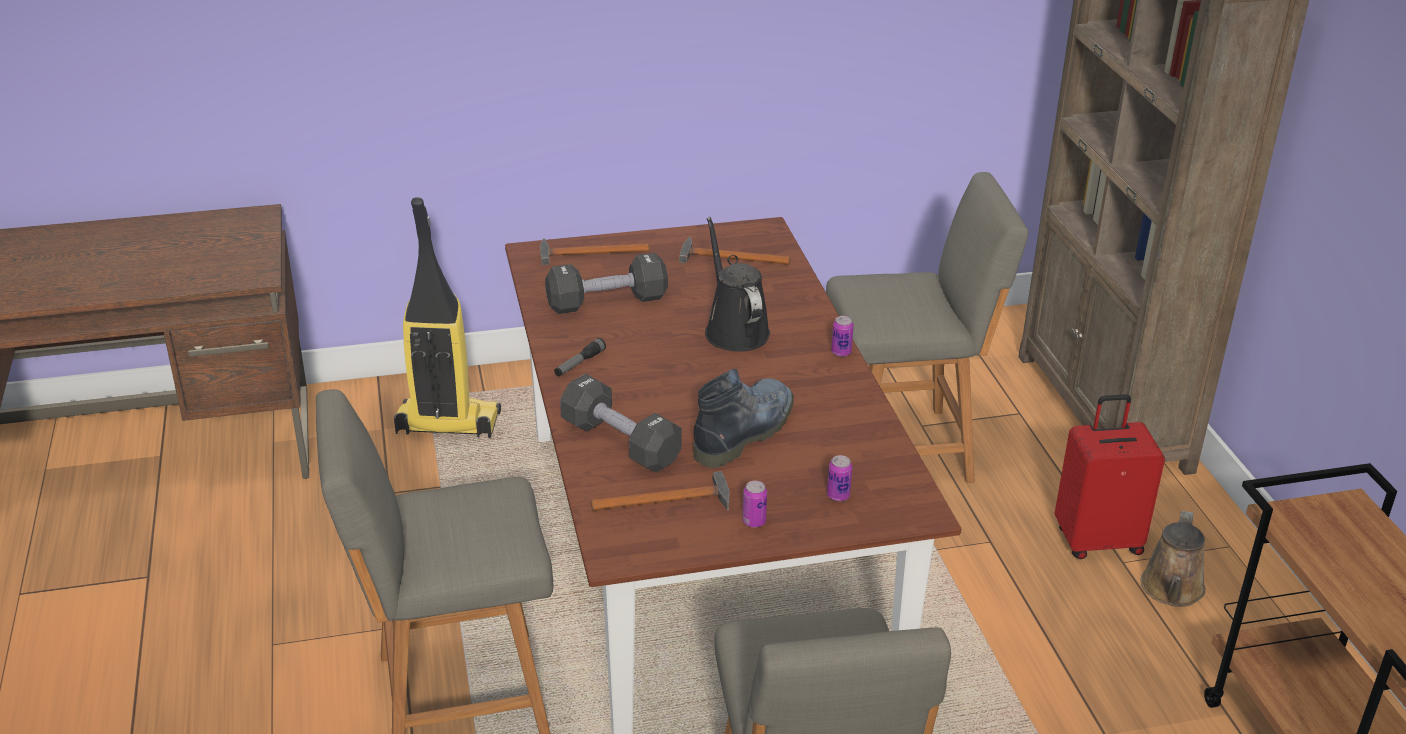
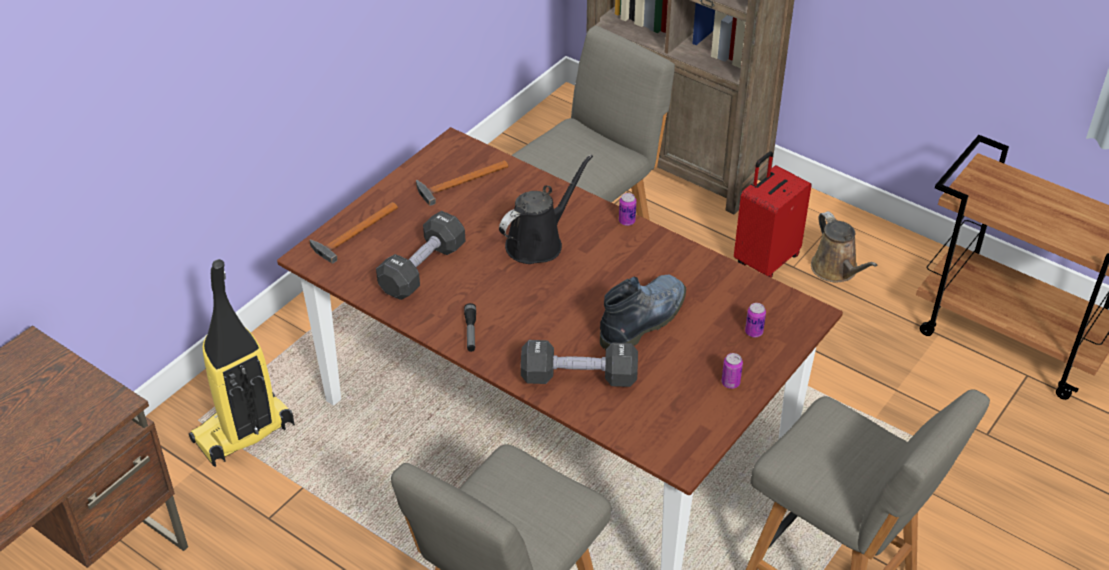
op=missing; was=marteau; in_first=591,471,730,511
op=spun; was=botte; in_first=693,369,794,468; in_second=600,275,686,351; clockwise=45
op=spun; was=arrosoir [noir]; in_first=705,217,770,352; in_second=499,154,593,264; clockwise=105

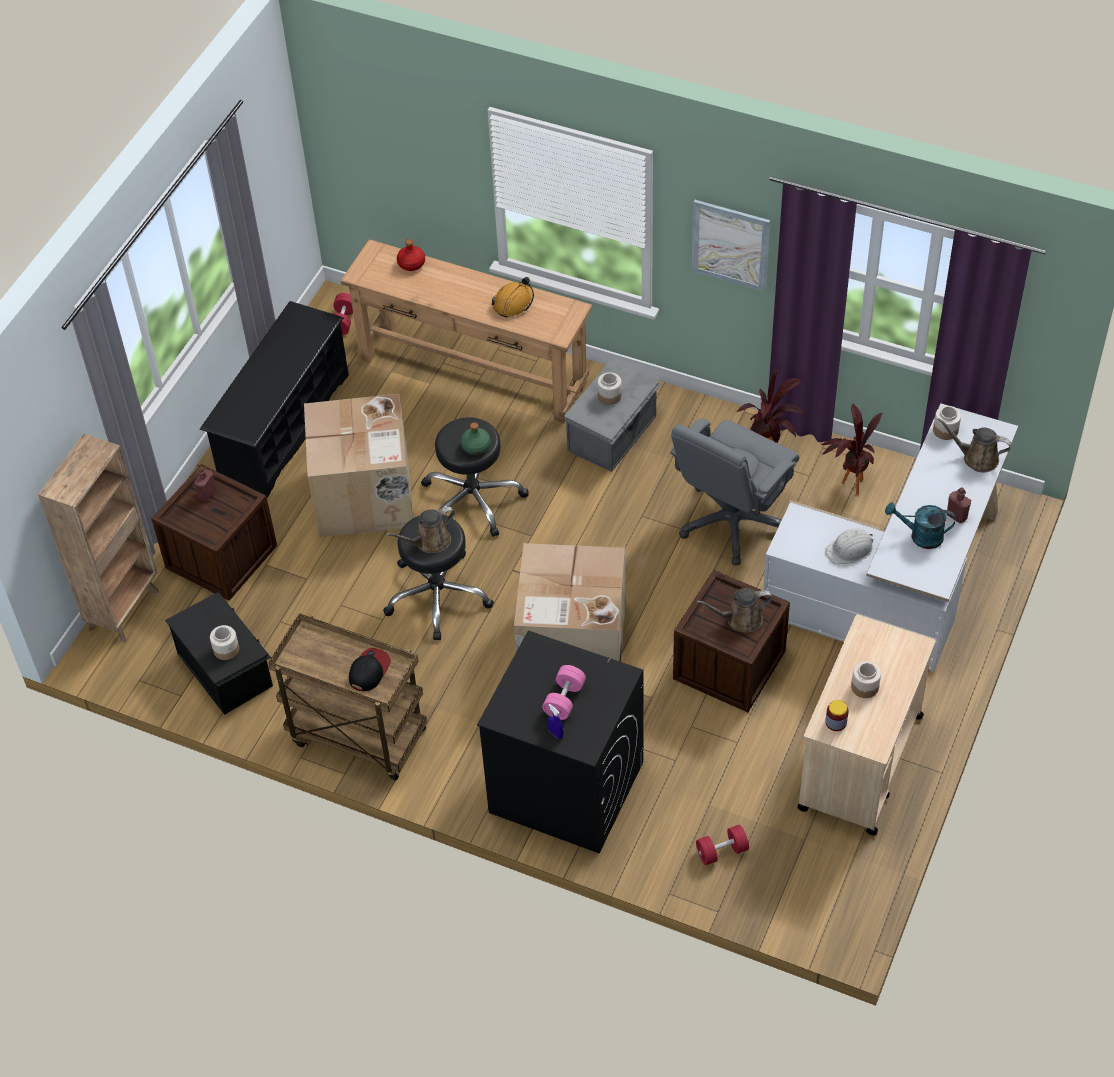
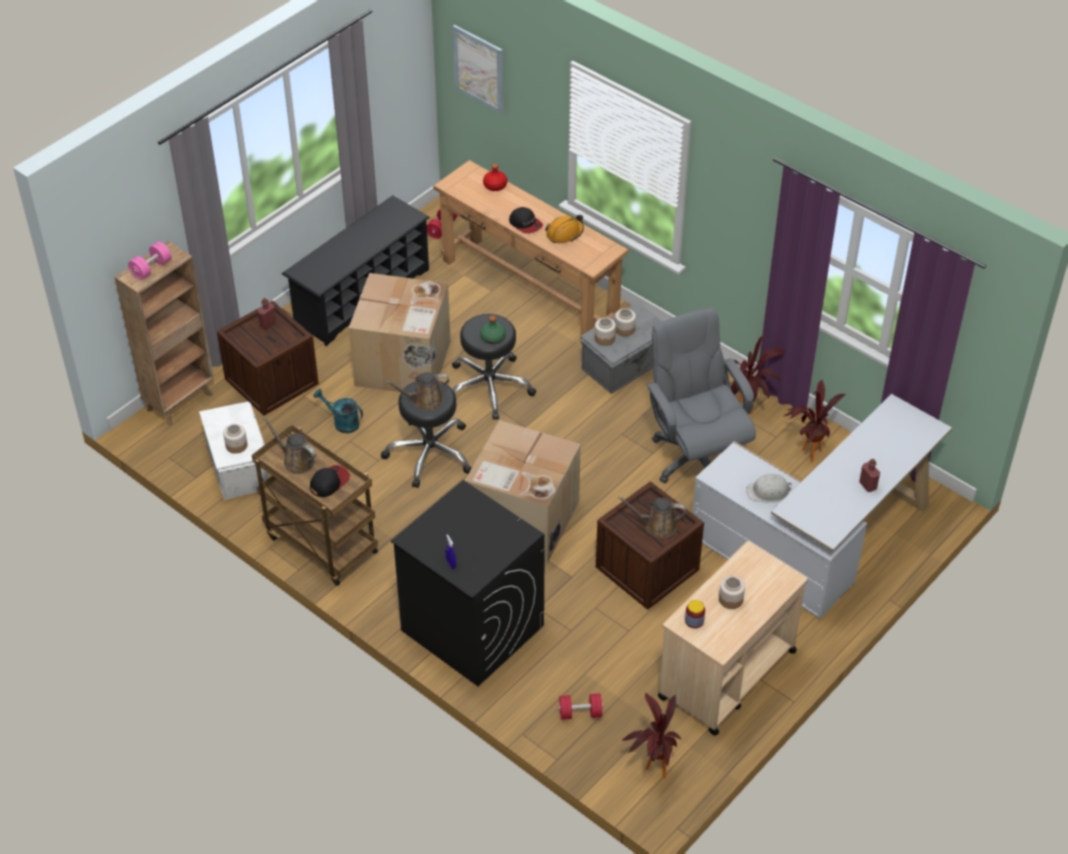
op=colour; was=boîte de rangement [noir]; now=boîte de rangement [blanc]; in_first=165,592,273,715; in_second=199,401,269,500
op=relocated; was=haltère [rose]; in_first=542,665,586,720; in_second=128,241,171,280
op=spun; was=chaise de bureau [gris]; in_first=670,418,800,565; in_second=646,308,756,483; clockwise=105
op=relocated; was=tableau; in_first=692,200,770,292; in_second=453,25,503,114
op=relocated; was=arrosoir [turquoise]; in_first=885,502,955,549; in_second=314,389,363,433
op=relocated; was=bocal; in_first=933,406,961,440; in_second=595,318,616,346
op=relocated; was=arrosoir [marron]; in_first=937,418,1012,472; in_second=262,416,316,474
op=appeared; now=casquette; in_second=509,207,543,234
op=appeared; now=plante en pot; in_second=621,693,681,779

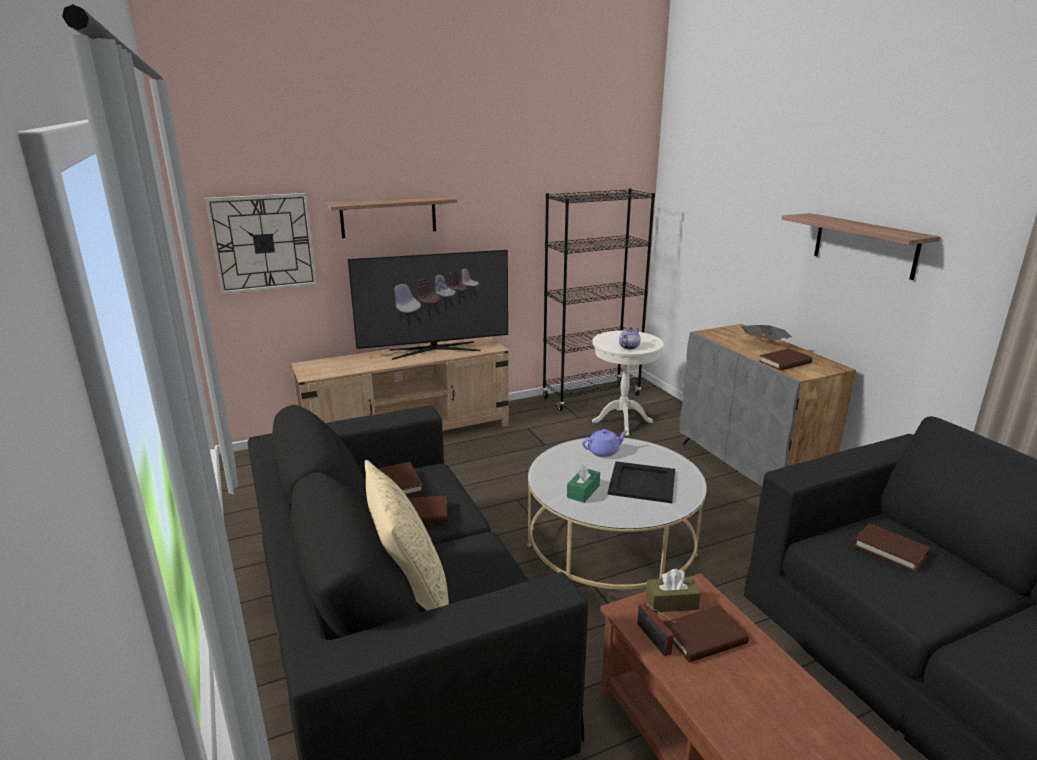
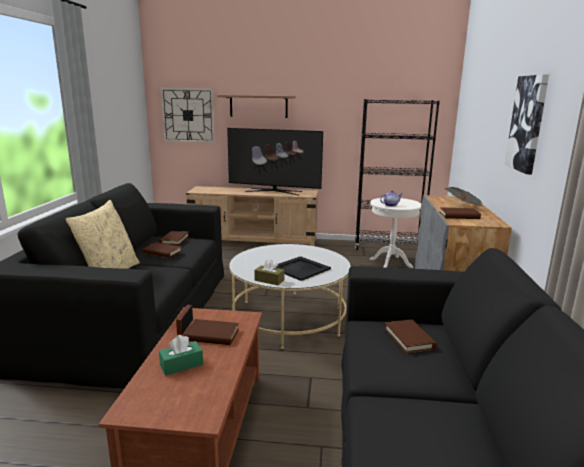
op=relocated; was=boîte à mouchoirs [vert]; in_first=567,463,600,503; in_second=159,335,203,375
op=missing; was=théière [violet]; in_first=582,429,628,457
op=relocated; was=boîte à mouchoirs [marron]; in_first=646,569,701,613; in_second=254,259,284,285
op=exchanged; was=étagère; now=tableau; in_first=781,213,941,280; in_second=505,74,549,174

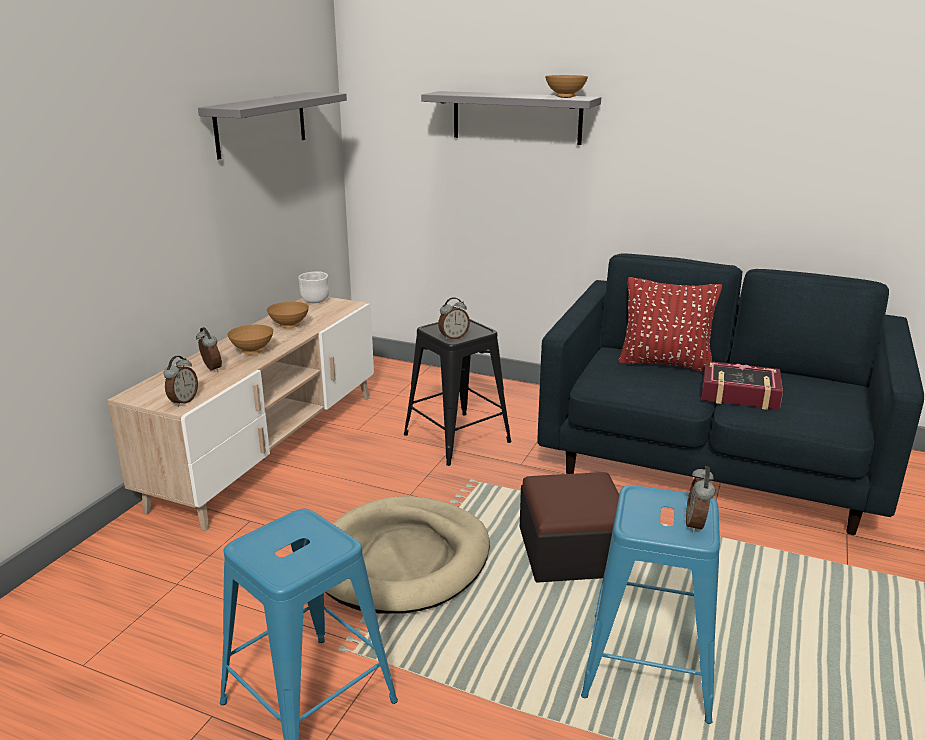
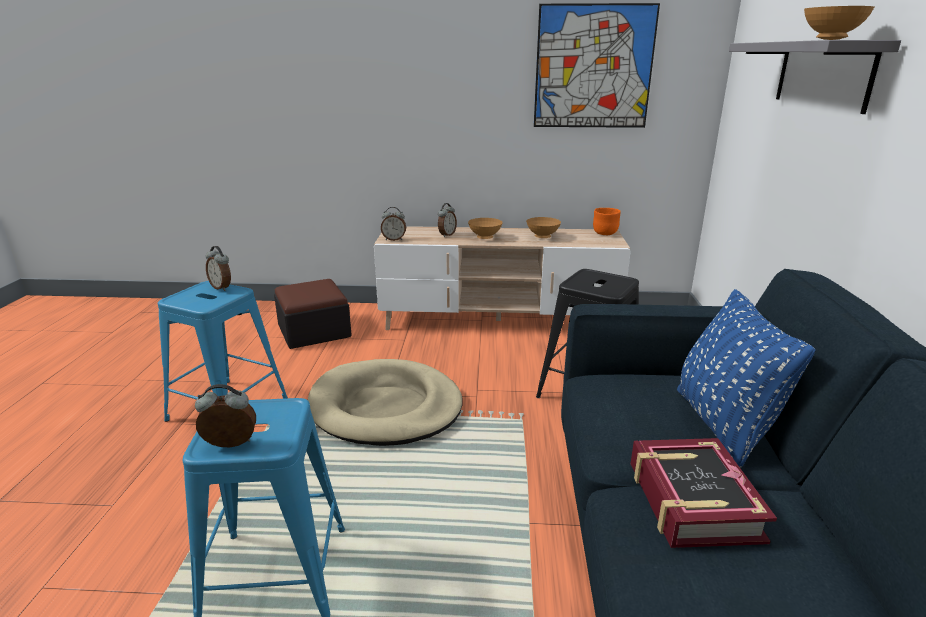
op=exchanged; was=étagère [gris]; now=tableau; in_first=198,92,347,160; in_second=534,3,660,128
op=colour; was=bol [blanc]; now=bol [orange]; in_first=298,271,329,303; in_second=593,208,621,235
op=relocated; was=réveil; in_first=438,297,470,340; in_second=205,246,231,291
op=relocated; was=pouf; in_first=520,472,619,583; in_second=274,279,352,349
op=colour; was=coussin [rouge]; now=coussin [bleu]; in_first=618,277,722,373; in_second=677,289,816,468

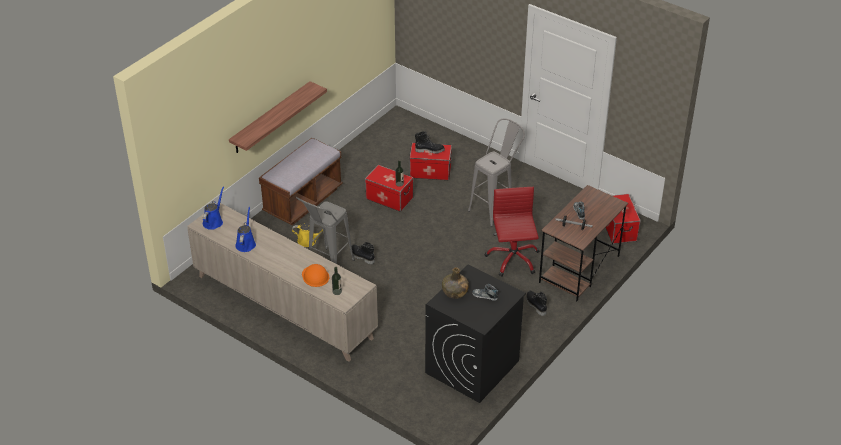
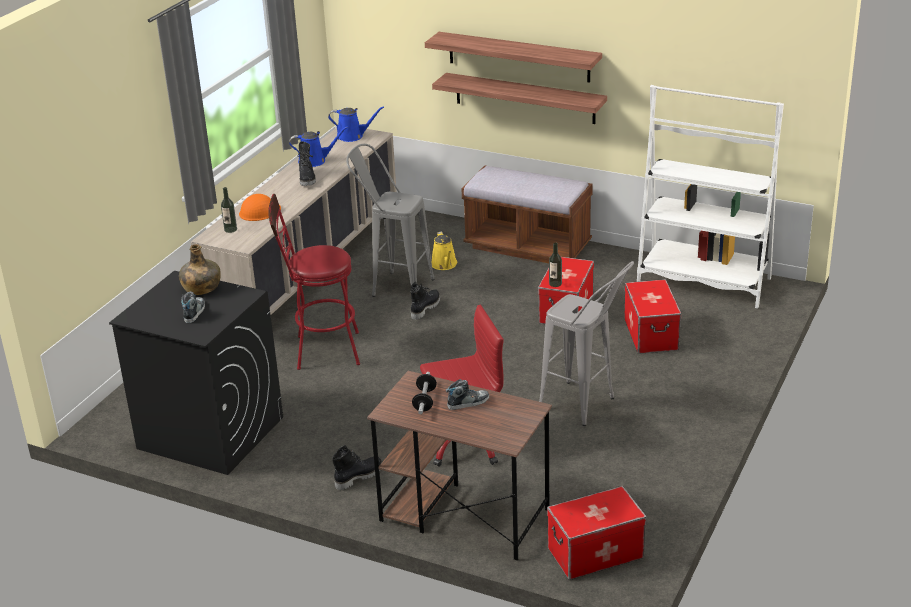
op=relocated; was=botte [noir]; in_first=415,131,445,154; in_second=297,141,316,186
op=appeared; now=tabouret [rouge]; in_second=268,194,360,370
op=appeared; now=étagère; in_second=425,32,602,83
op=appeared; now=bibliothèque [blanc]; in_second=637,85,784,309

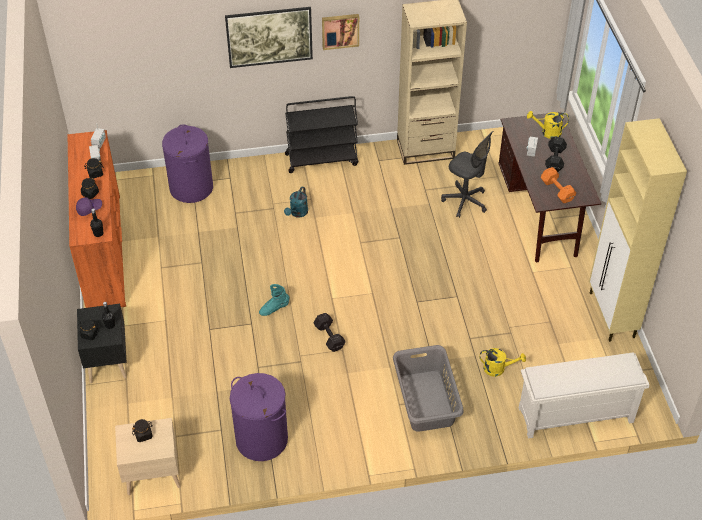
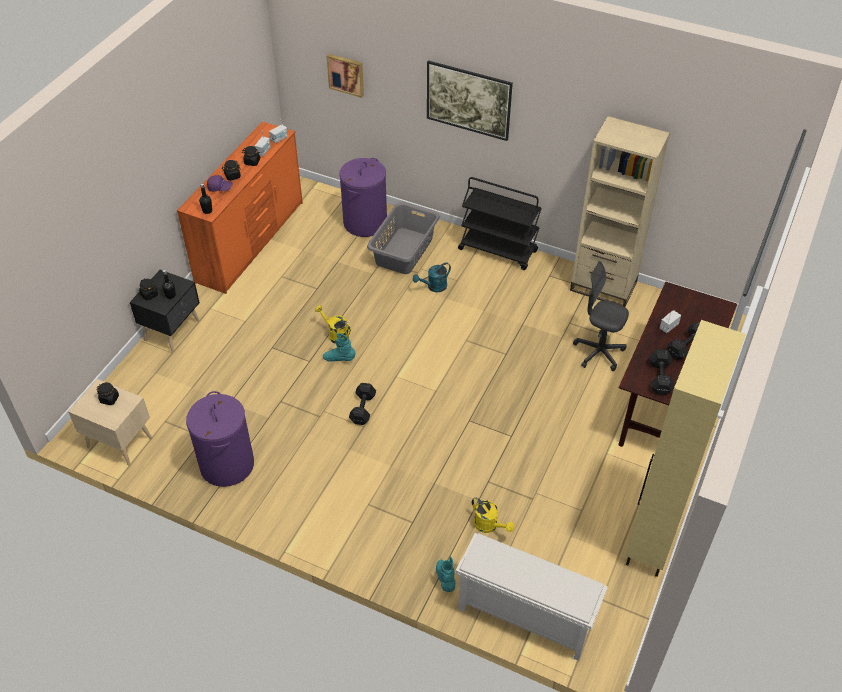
op=relocated; was=tableau; in_first=322,14,359,50; in_second=327,54,364,98
op=relocated; was=panier à linge [gris]; in_first=393,345,464,432; in_second=367,202,440,274
op=spun; was=chaise de bureau [gris]; in_first=441,131,493,218; in_second=573,261,629,371; clockwise=135
op=relocated; was=arrosoir [jaune]; in_first=527,111,569,139; in_second=315,305,351,344
op=colour; was=haltère [orange]; now=haltère [noir]; in_first=541,167,576,203; in_second=650,349,674,395
op=appeared; now=botte [turquoise]; in_second=436,556,456,592

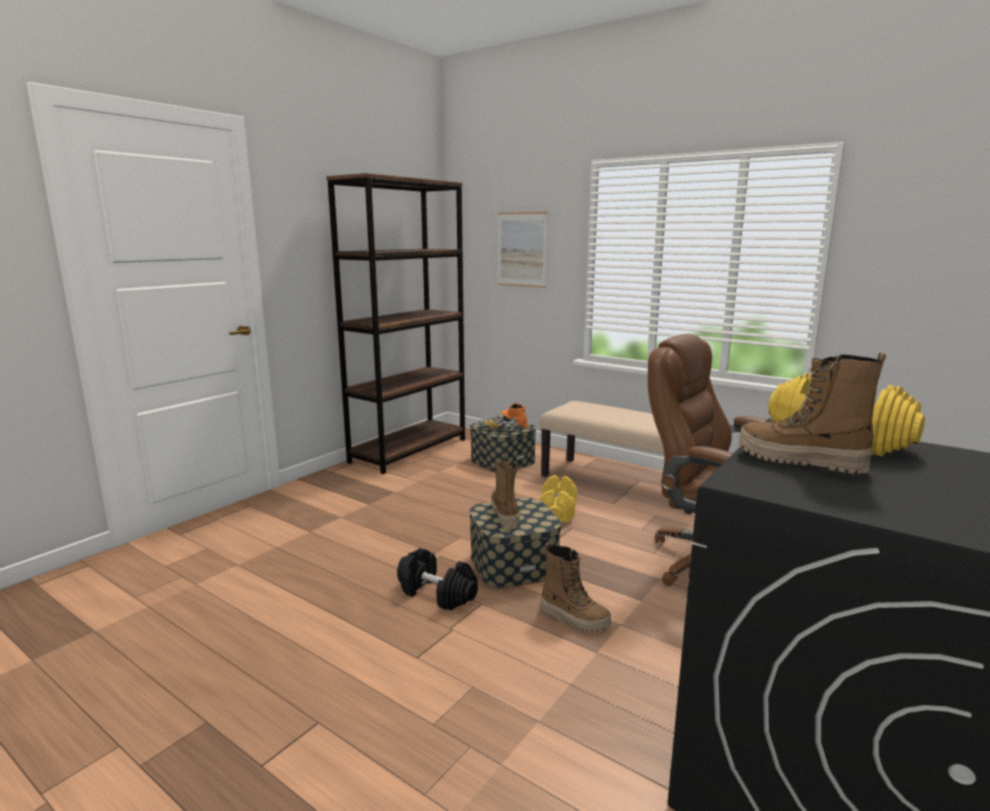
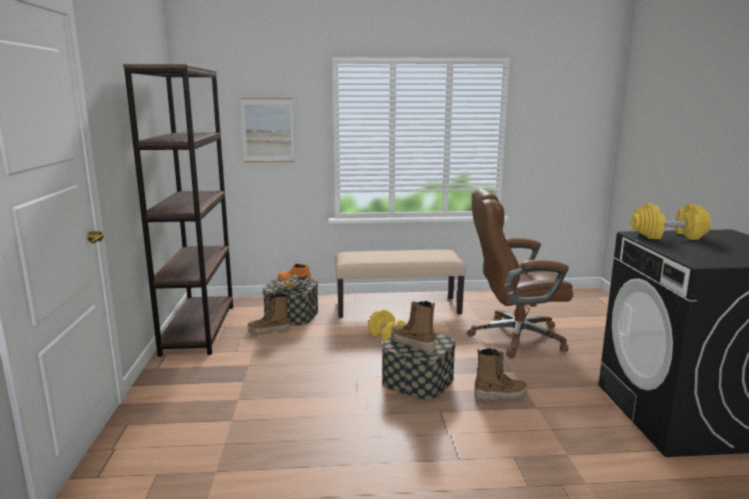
op=missing; was=haltère [noir]; in_first=397,548,478,611
op=relocated; was=botte; in_first=738,352,886,474; in_second=248,292,290,335

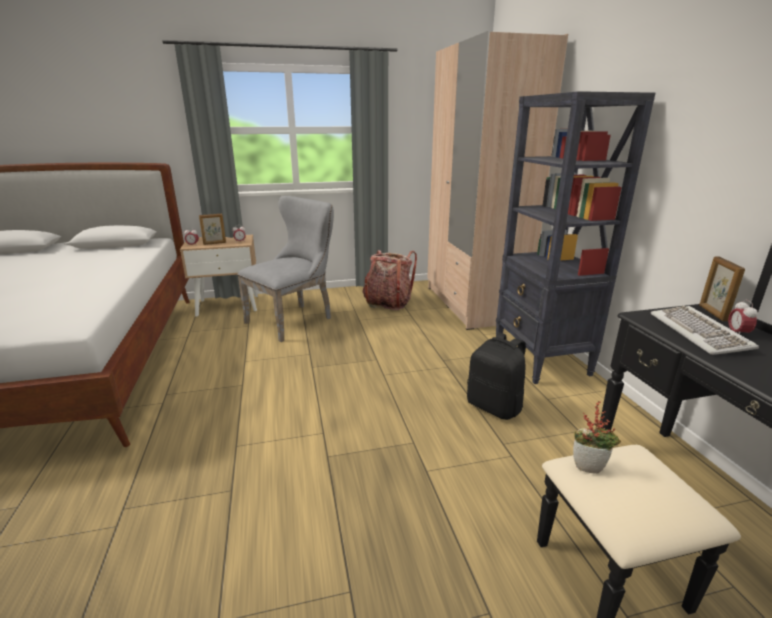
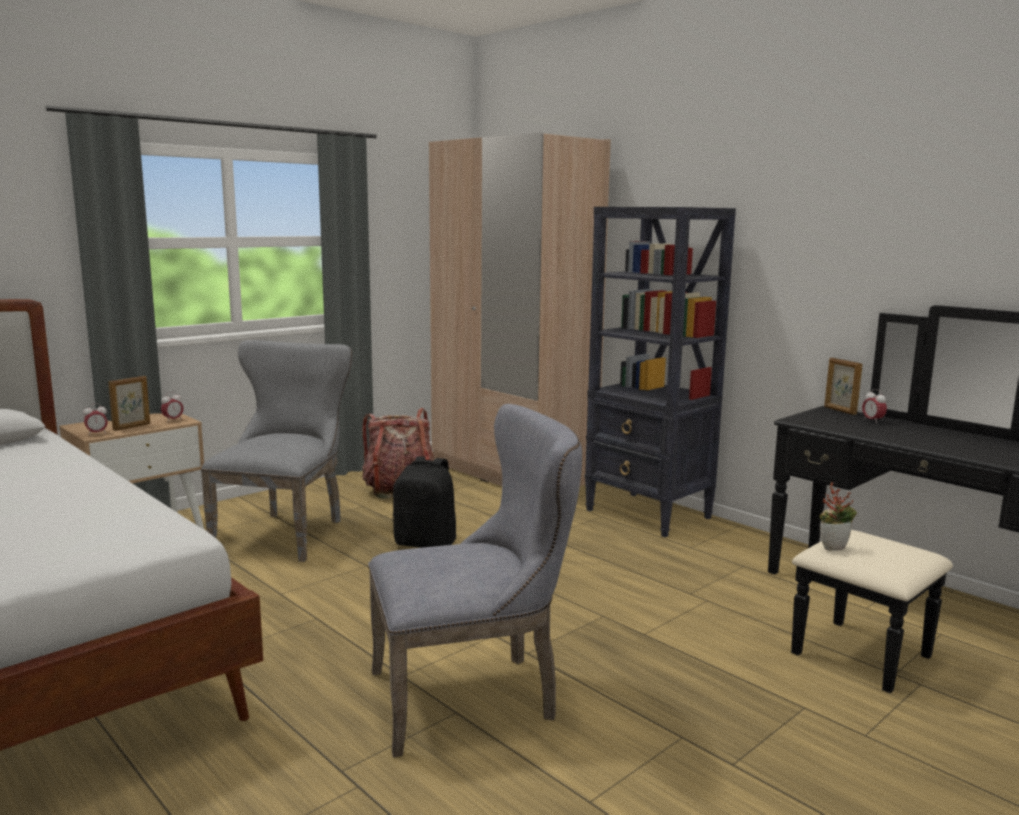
op=relocated; was=sac à dos [noir]; in_first=467,333,526,420; in_second=392,456,456,548
op=missing; was=clavier; in_first=651,306,759,355
op=appeared; now=chaise [gris]; in_second=368,404,582,757

